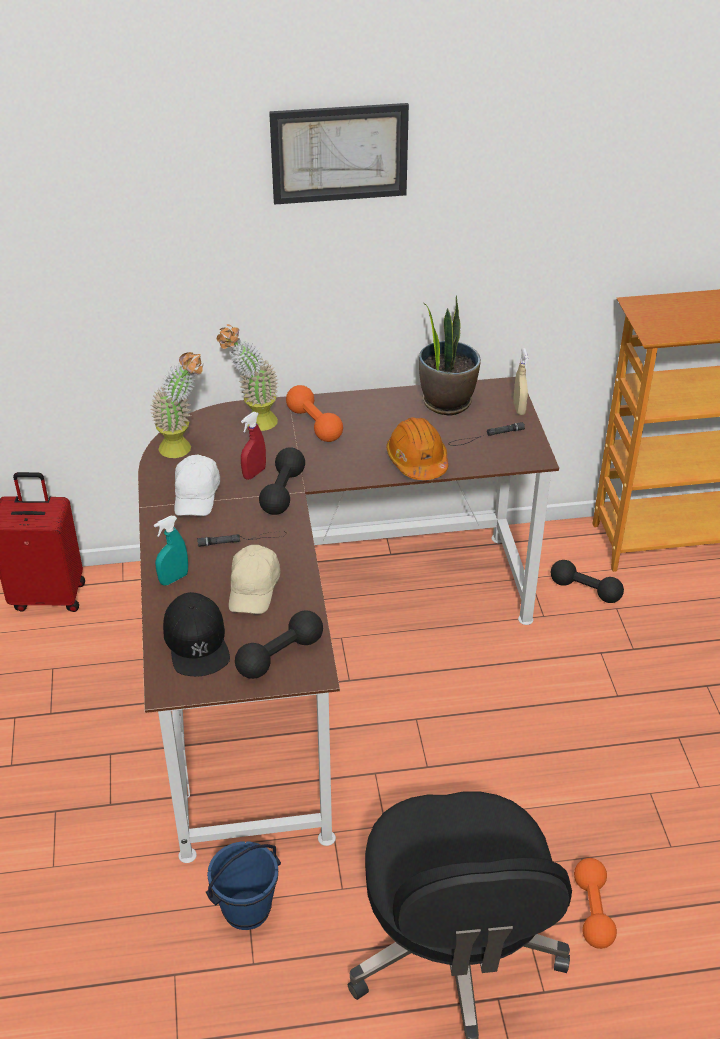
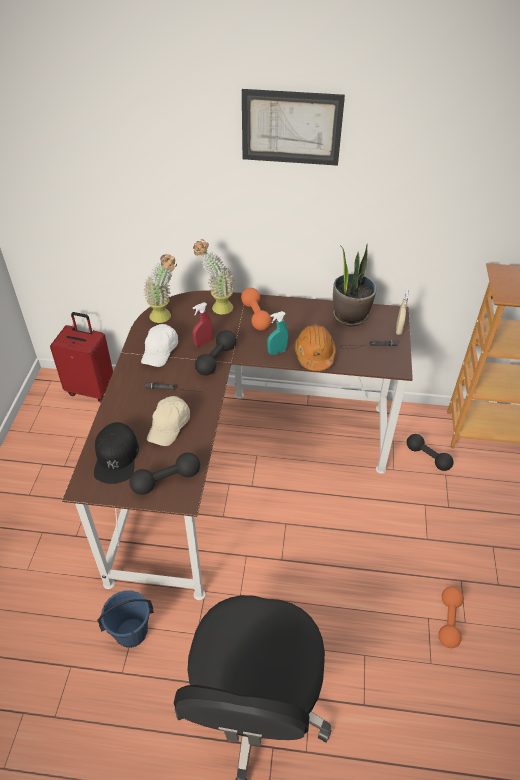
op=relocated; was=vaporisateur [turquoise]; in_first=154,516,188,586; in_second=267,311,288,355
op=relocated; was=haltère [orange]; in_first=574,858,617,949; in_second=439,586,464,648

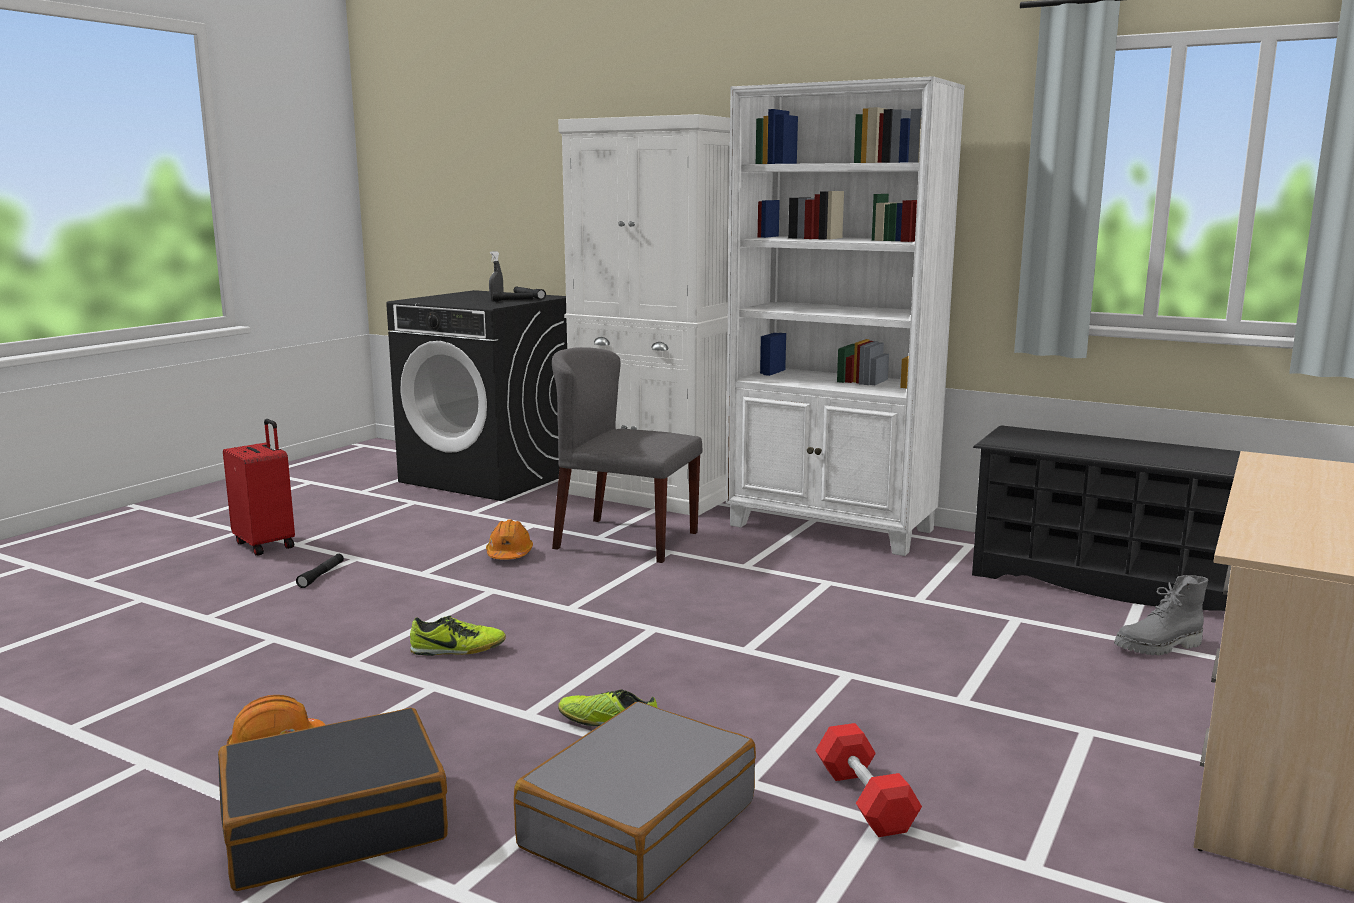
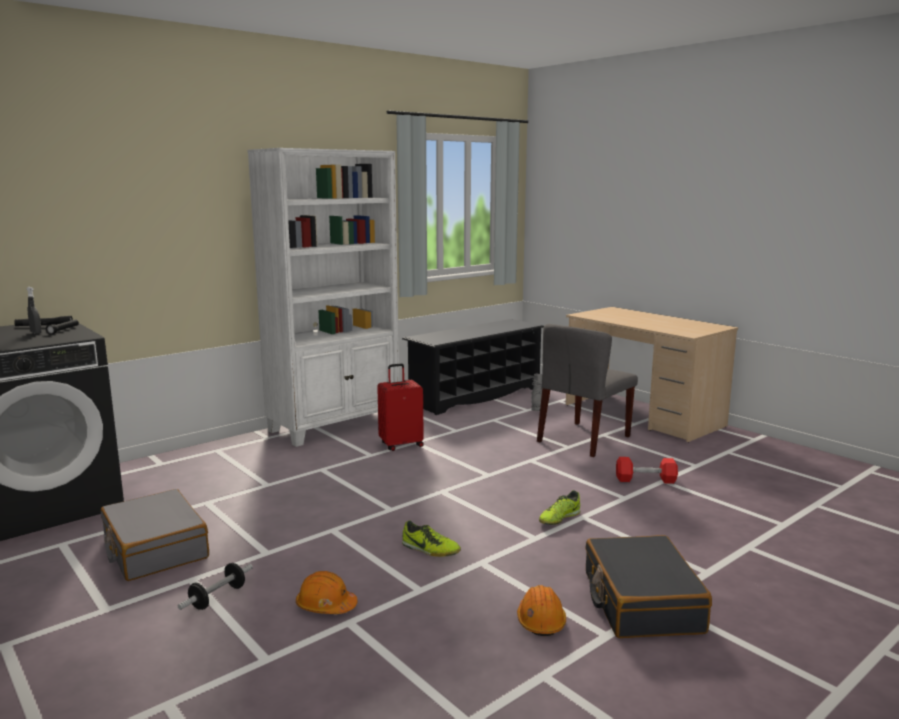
op=relocated; was=valise [rouge]; in_first=223,419,295,556; in_second=377,364,424,451
op=exchanged; was=lampe de poche [noir]; now=haltère; in_first=296,554,344,588; in_second=178,563,253,610
op=spun; was=chaussure; in_first=410,616,506,656; in_second=402,520,461,557; clockwise=105
op=relocated; was=casque de chantier [orange]; in_first=486,519,533,560; in_second=296,571,358,614
op=relocated; was=valise [gris]; in_first=514,702,756,902; in_second=101,489,209,581
op=relocated; was=chaise [gris]; in_first=552,347,702,563; in_second=537,324,638,457
op=missing; was=meuble de rangement [blanc]; in_first=558,114,730,516

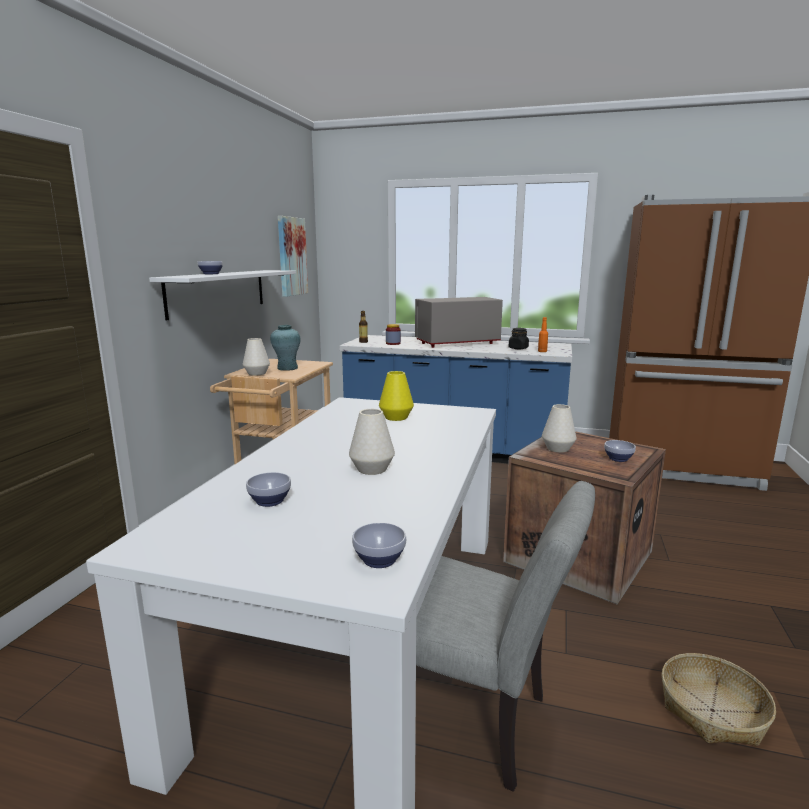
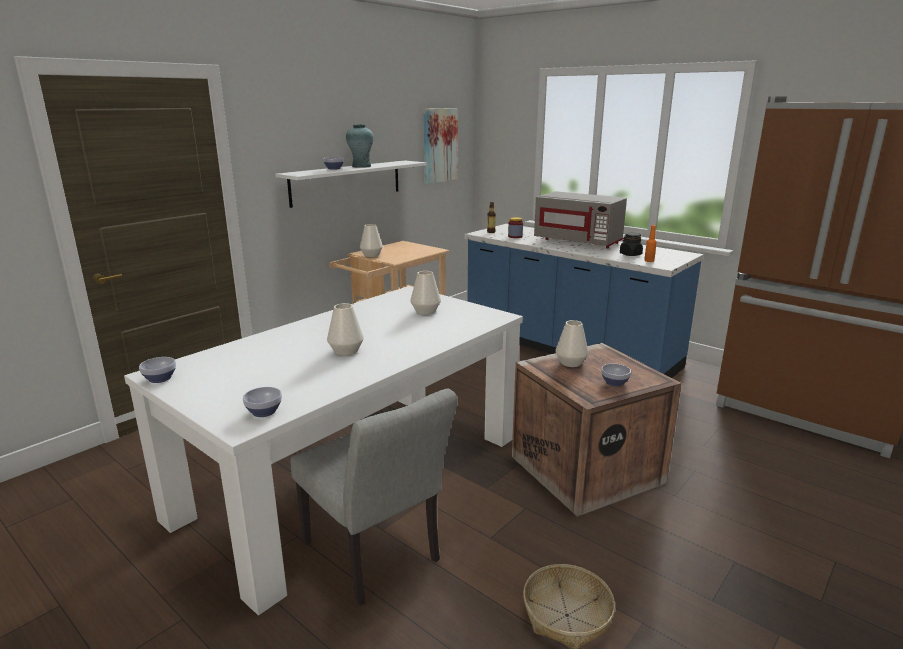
op=relocated; was=bol; in_first=246,472,291,507; in_second=139,357,176,383
op=relocated; was=vase [turquoise]; in_first=270,325,301,371; in_second=346,124,374,168
op=colour; was=vase [jaune]; now=vase [blanc]; in_first=379,371,414,421; in_second=410,271,441,315
op=spun; was=micro-ondes [gris]; in_first=415,297,503,348; in_second=534,191,627,248; clockwise=-150

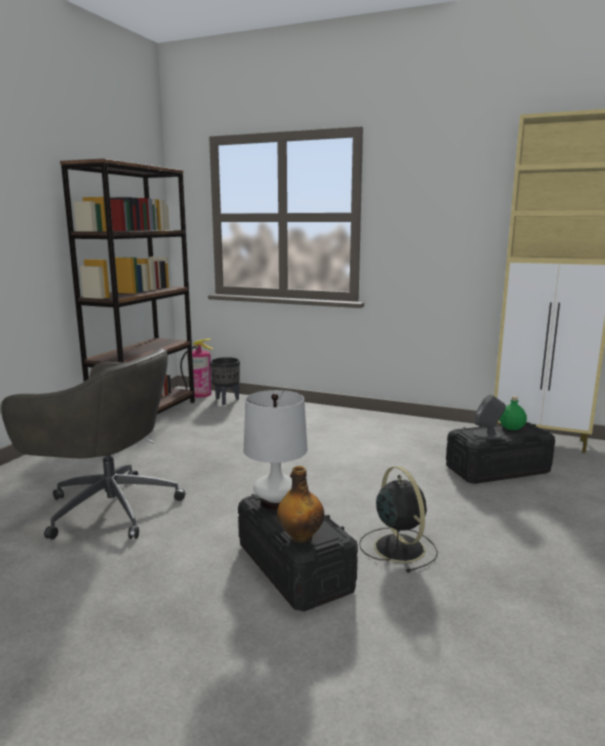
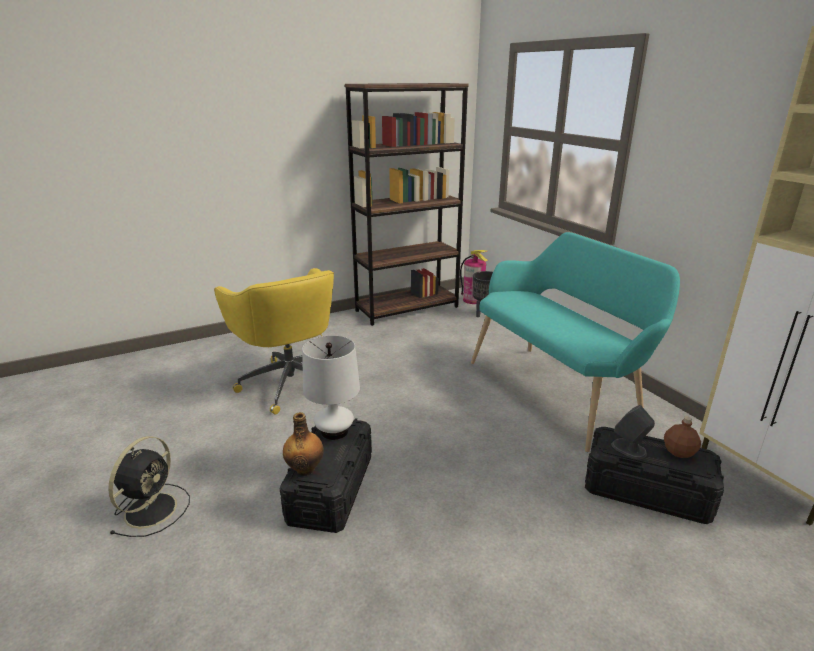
op=colour; was=chaise de bureau [gris]; now=chaise de bureau [jaune]; in_first=1,348,186,539; in_second=214,268,334,414
op=relocated; was=ventilateur [noir]; in_first=359,466,438,573; in_second=108,436,190,537
op=colour; was=bouteille [vert]; now=bouteille [marron]; in_first=499,396,527,430; in_second=664,416,701,458
op=appeared; now=banc [turquoise]; in_second=471,232,680,452

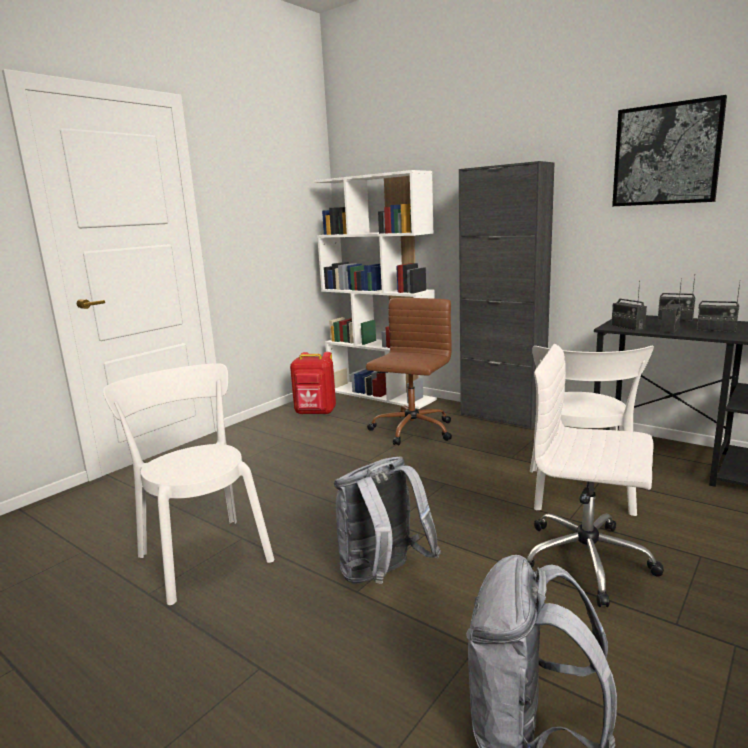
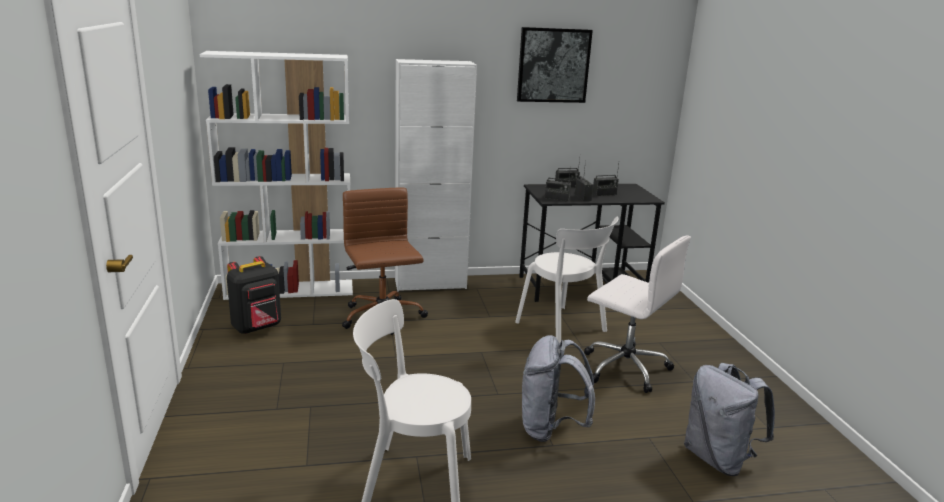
op=colour; was=sac à dos [rouge]; now=sac à dos [noir]; in_first=290,352,336,415; in_second=227,256,281,334
op=colour; was=meuble de rangement [noir]; now=meuble de rangement [blanc]; in_first=459,161,554,429; in_second=395,59,477,292
op=spun; was=chaise de bureau [blanc]; in_first=527,344,664,607; in_second=584,236,691,393; clockwise=-120

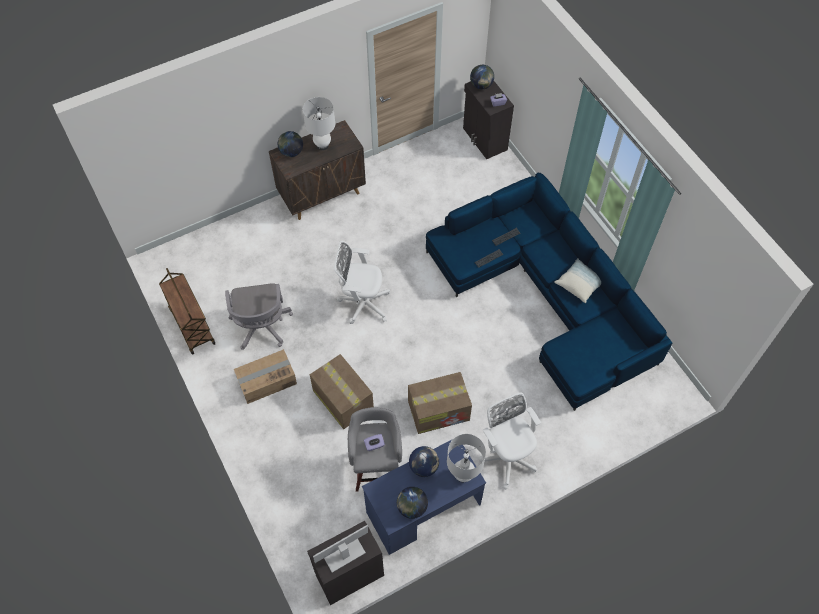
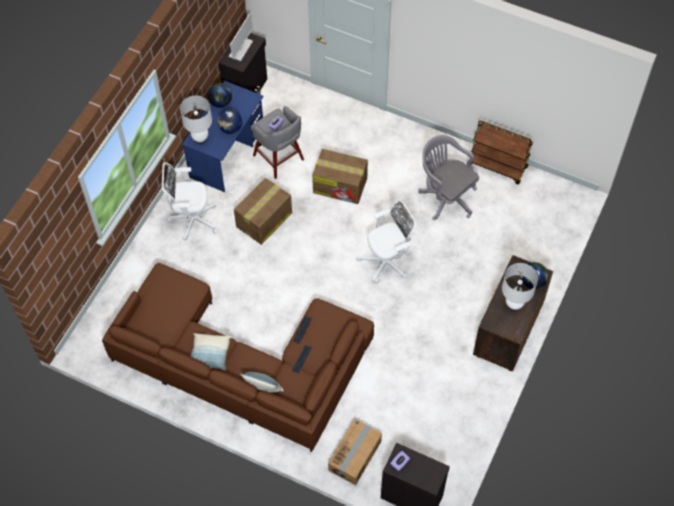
op=relocated; was=carton; in_first=234,349,297,404; in_second=328,419,382,485
op=colour; was=canapé [bleu]; now=canapé [marron]; in_first=426,173,672,411; in_second=102,263,374,452
op=missing; was=globe; in_first=470,65,494,89
op=spun; was=chaise de bureau [blanc]; in_first=479,392,541,490; in_second=162,163,218,240; clockwise=150
op=appeared; now=coussin; in_second=240,372,284,393

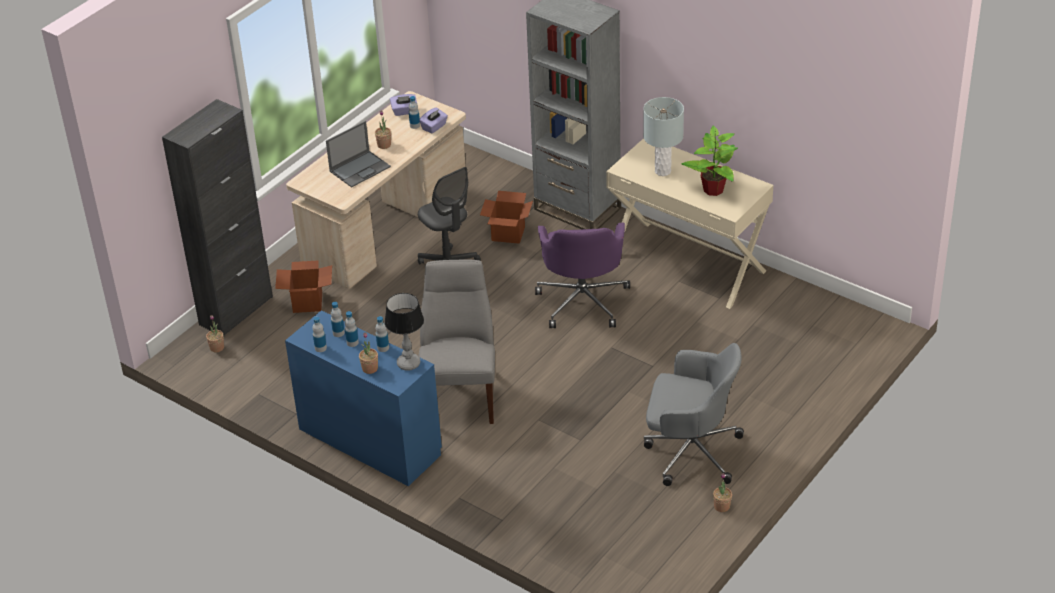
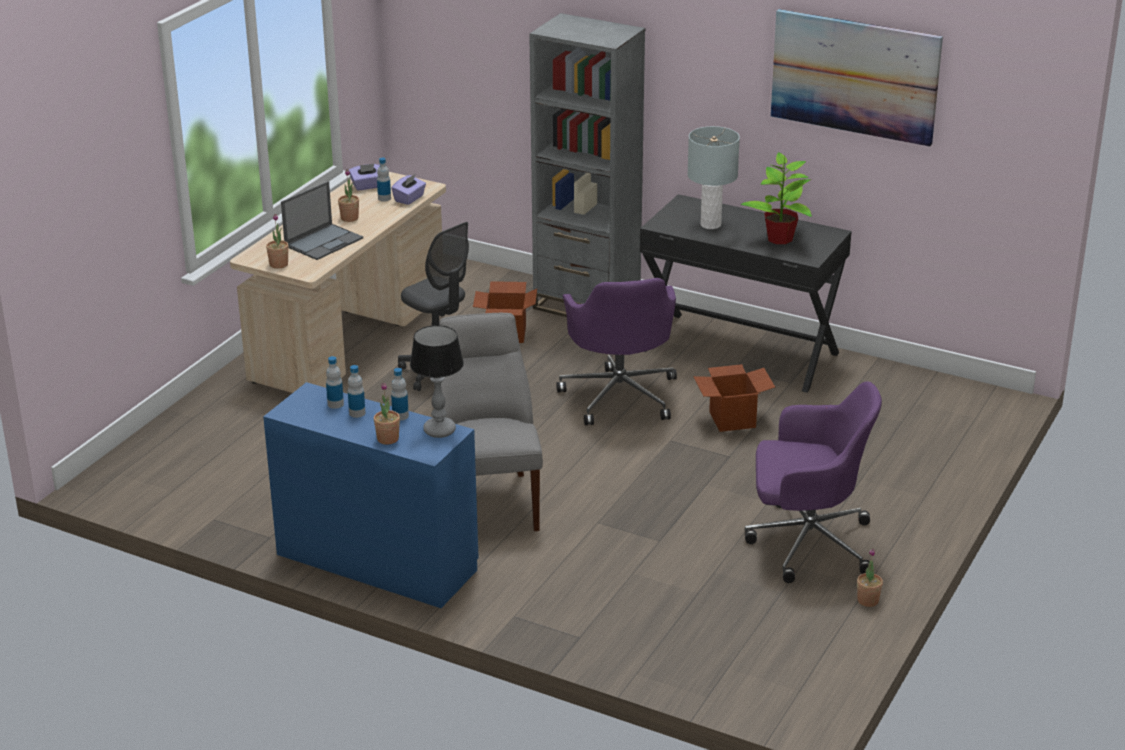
op=missing; was=meuble de rangement [noir]; in_first=162,99,273,336
op=relocated; was=plante en pot; in_first=206,315,224,352; in_second=266,214,289,269
op=relocated; was=carton; in_first=275,260,332,313; in_second=693,364,775,432
op=missing; was=bouteille; in_first=312,317,327,352
op=colour; was=bureau [beige]; now=bureau [noir]; in_first=606,138,774,309; in_second=640,194,852,393
op=colour; was=chaise de bureau [gris]; now=chaise de bureau [violet]; in_first=644,343,744,486; in_second=745,382,882,583
op=appeared; now=tableau; in_second=771,9,943,147

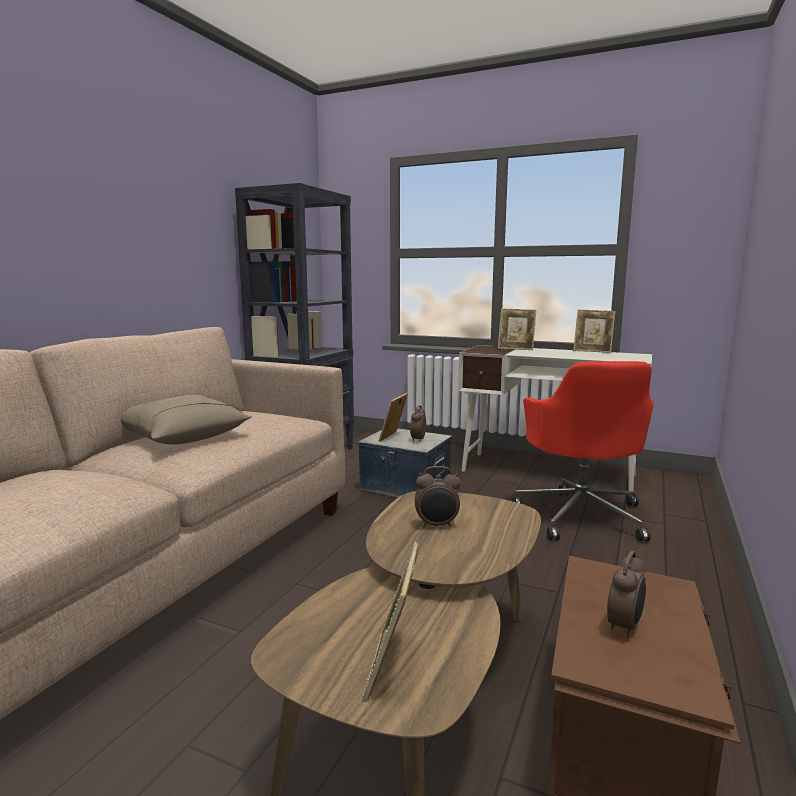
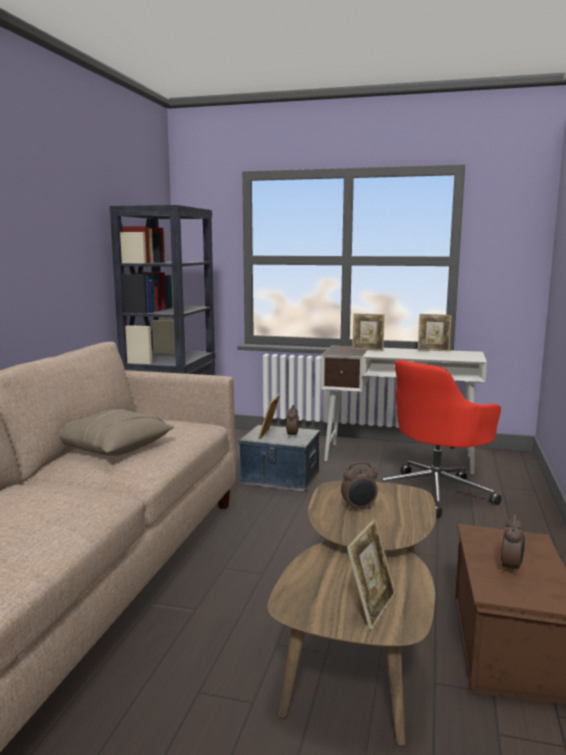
op=spun; was=cadre photo; in_first=362,542,419,701; in_second=347,519,396,630; clockwise=-150
op=spun; was=chaise de bureau [rouge]; in_first=512,361,654,541; in_second=382,360,501,518; clockwise=60

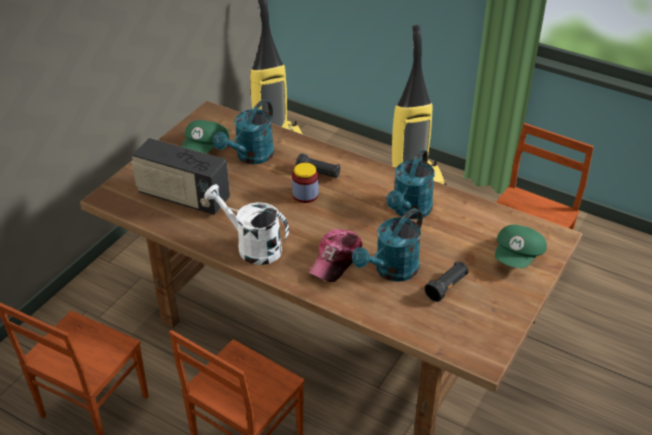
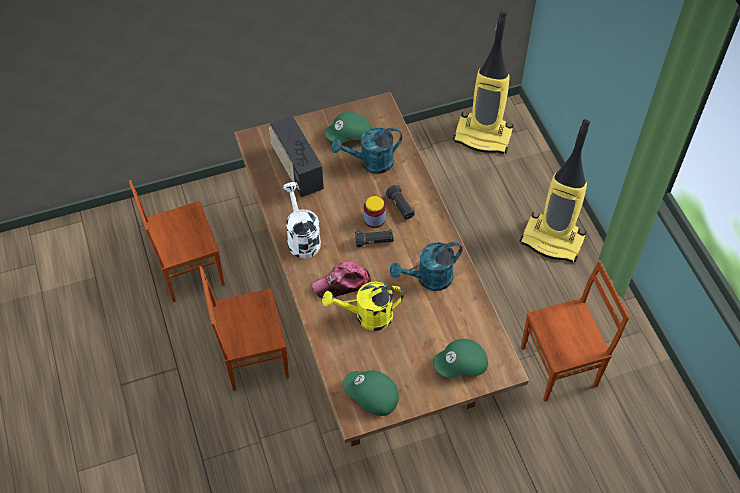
op=colour; was=arrosoir [turquoise]; now=arrosoir [jaune]; in_first=352,208,423,282; in_second=322,281,403,331
op=relocated; was=lampe de poche [noir]; in_first=424,261,469,302; in_second=355,229,394,247
op=appeared; now=casquette [vert]; in_second=343,370,399,416

